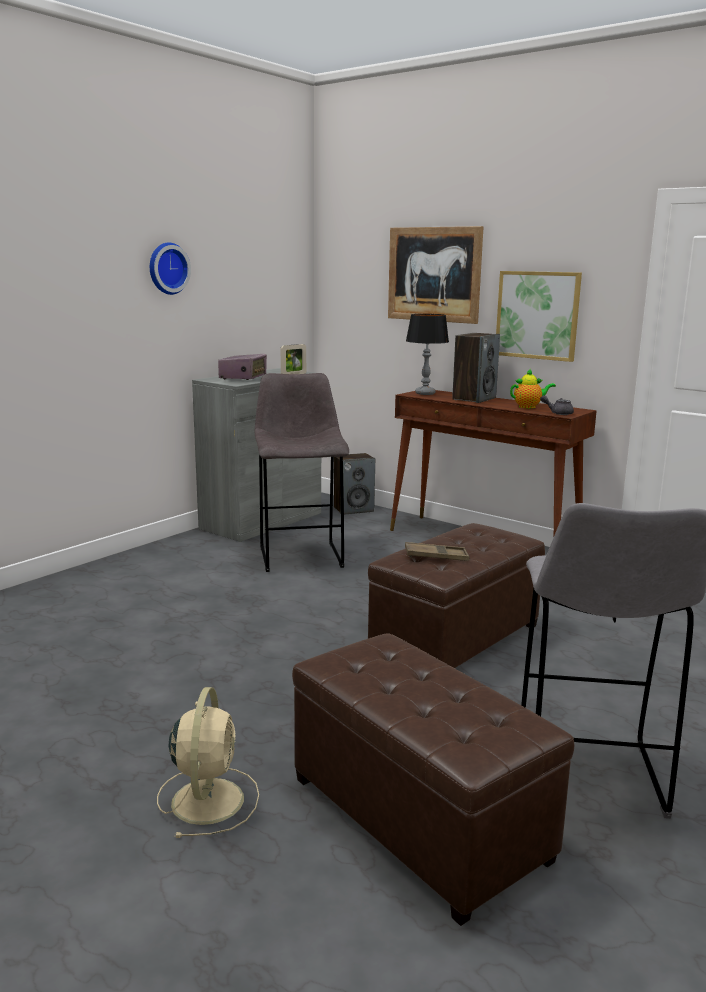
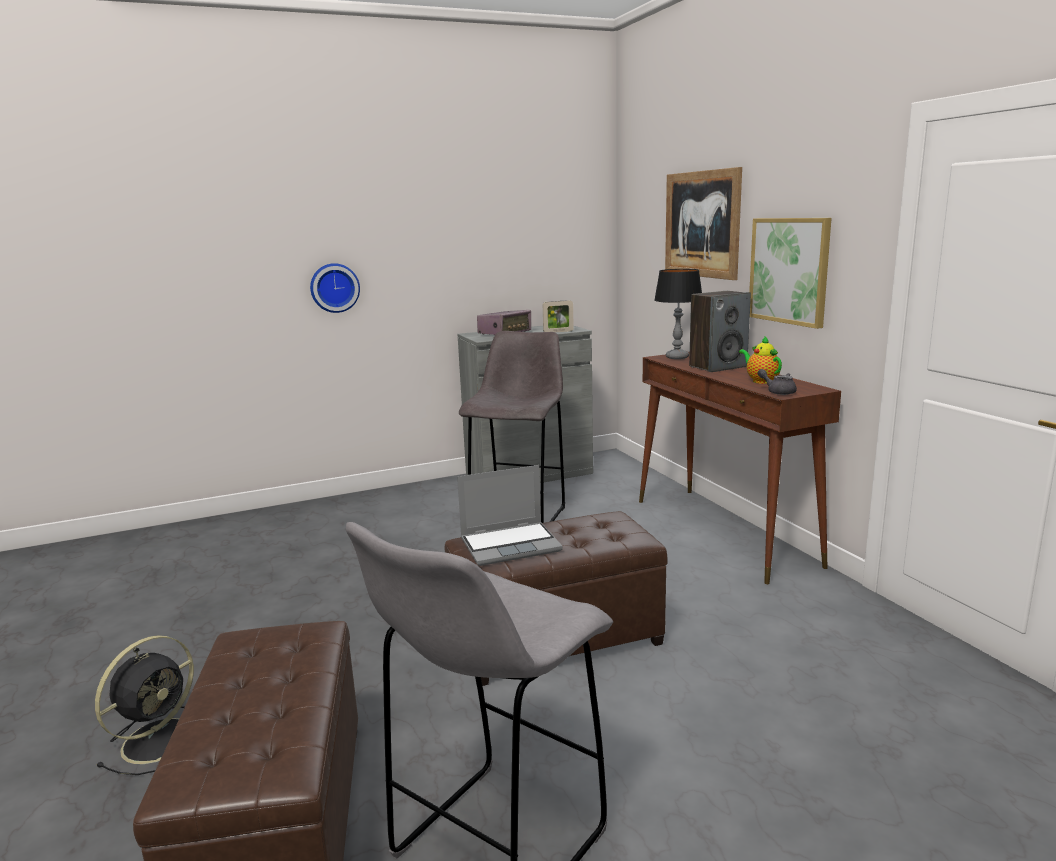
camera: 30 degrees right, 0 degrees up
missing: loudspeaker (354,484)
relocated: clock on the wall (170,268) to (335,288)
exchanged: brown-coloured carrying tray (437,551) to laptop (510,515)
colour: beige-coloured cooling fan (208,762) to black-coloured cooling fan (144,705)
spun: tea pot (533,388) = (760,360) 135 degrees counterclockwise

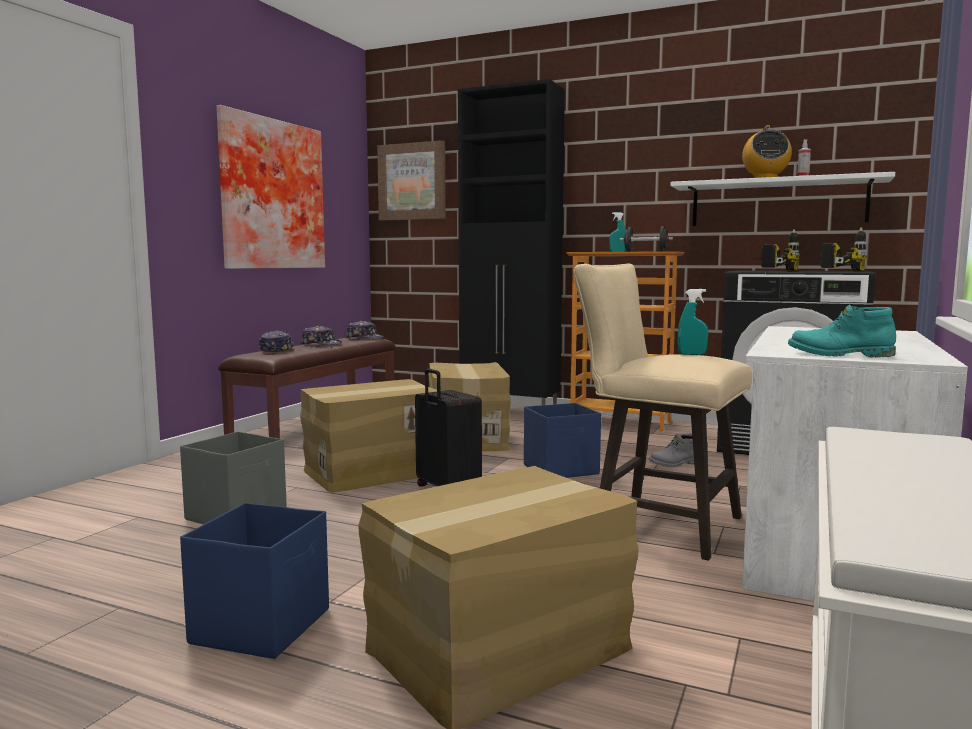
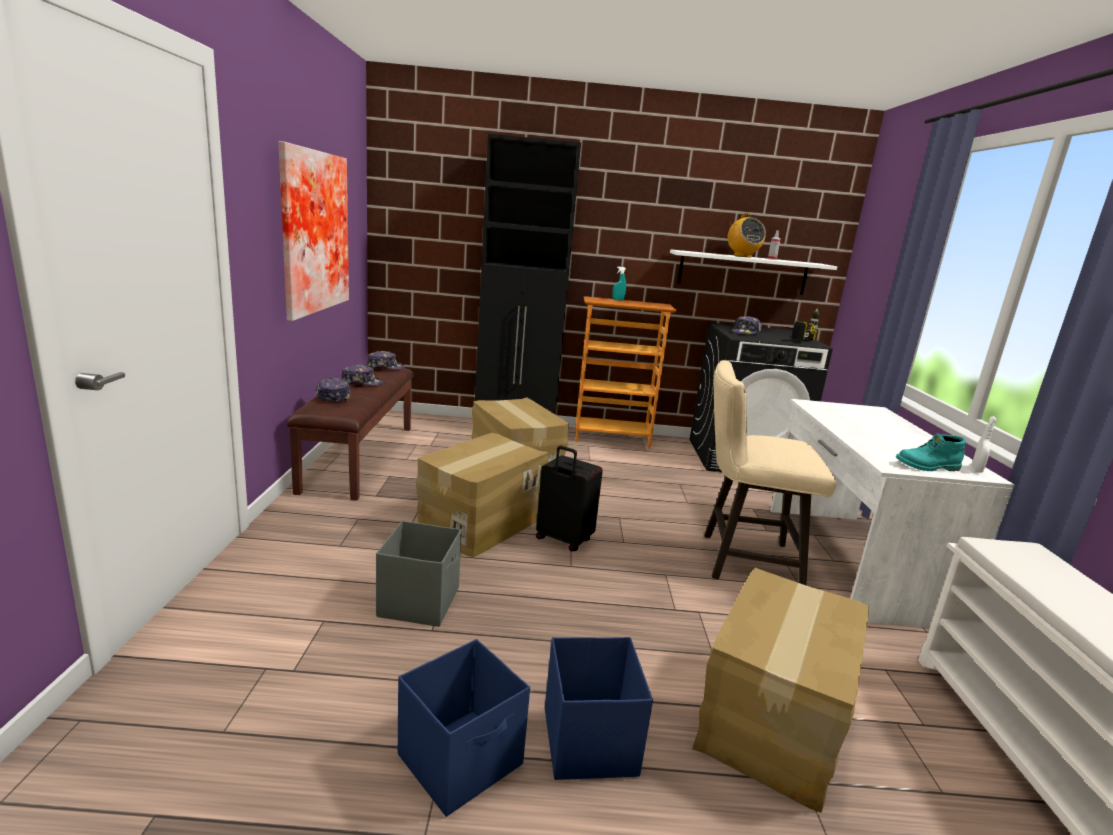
camera: 25 degrees left, 10 degrees up
missing: picture (411,180); black-coloured free weight (646,239); gray tall boot (671,450); blue-green hand sprayer (693,322)
appeared: whitish hand sprayer (984,444)
relocated: blue storage bin (562,440) to (464,728)
exchanged: drill (780,250) to peaked cap (747,325)

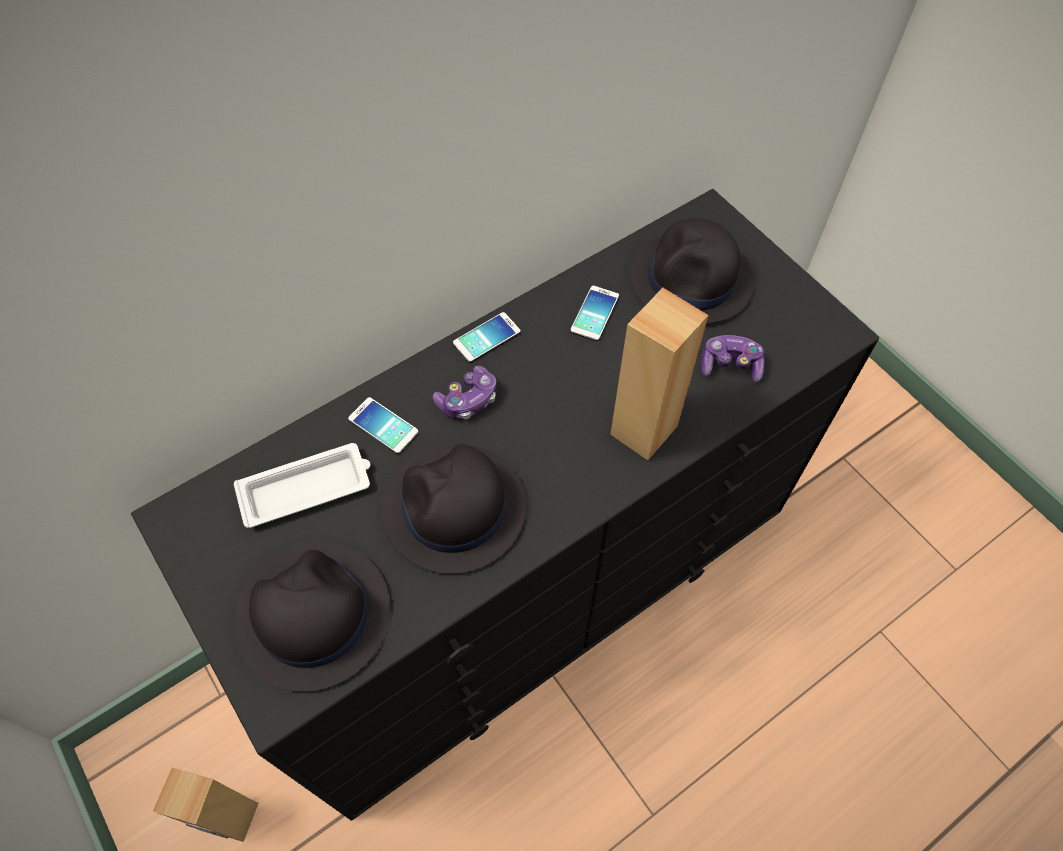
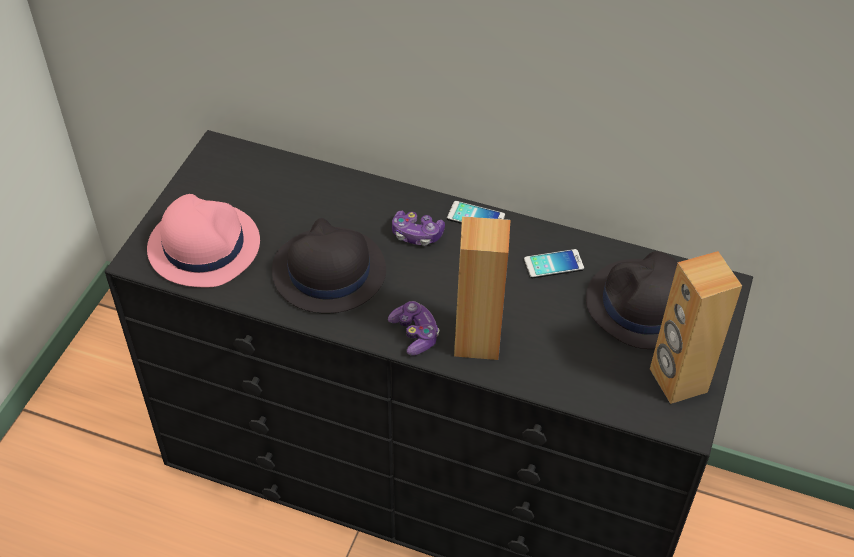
camera: 55 degrees right, 10 degrees down
missing: whitish carrying tray (302,485); handset (383,425)
relocated: brown-coloured loudspeaker (205,804) to (696,327); gamepad (732,358) to (413,328)
colour: black-coloured wearable hat (313,617) to pinkish wearable hat (203,241)

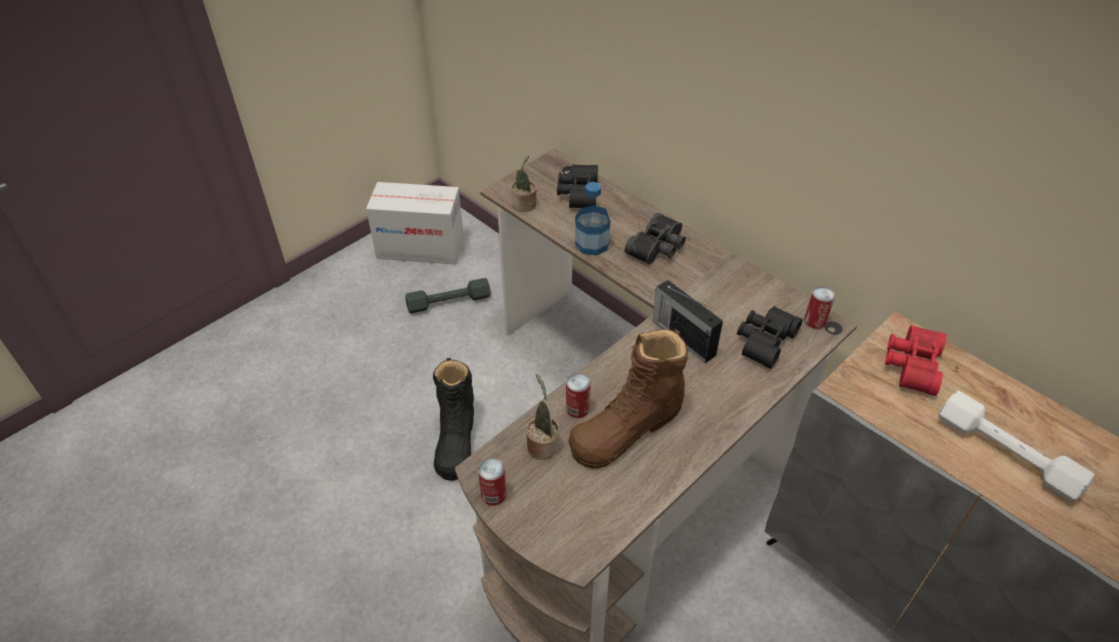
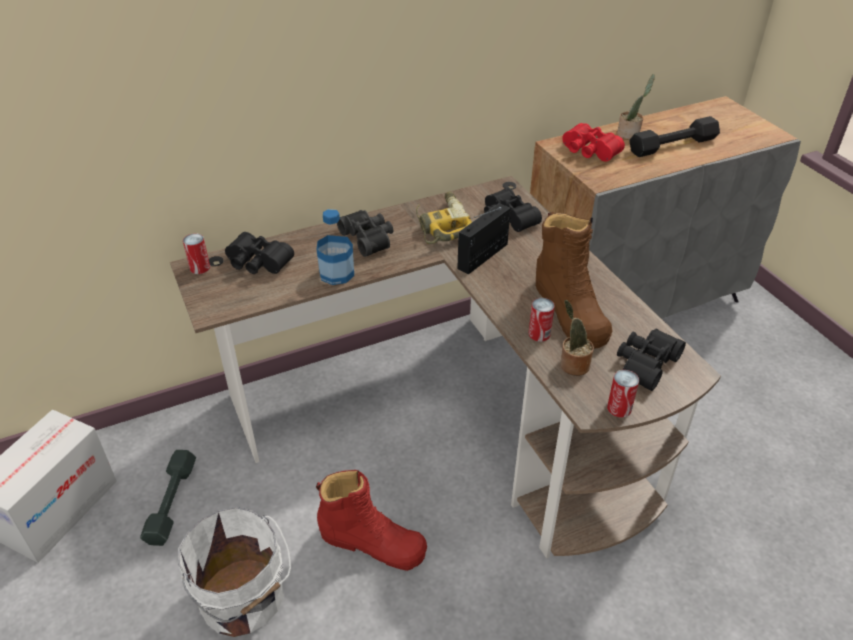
camera: 70 degrees left, 5 degrees down
appeared: whitish water bucket (234,572); drill (444,218); black-coloured field glasses (651,360)
relocated: plant in a pot (524,183) to (636,107); metal can (819,307) to (196,253)
colour: black-coloured tall boot (453,419) to reddish tall boot (371,520); whitish free weight (1016,446) to black-coloured free weight (674,136)
spun: radio receiver (688,321) = (484,239) 150 degrees clockwise

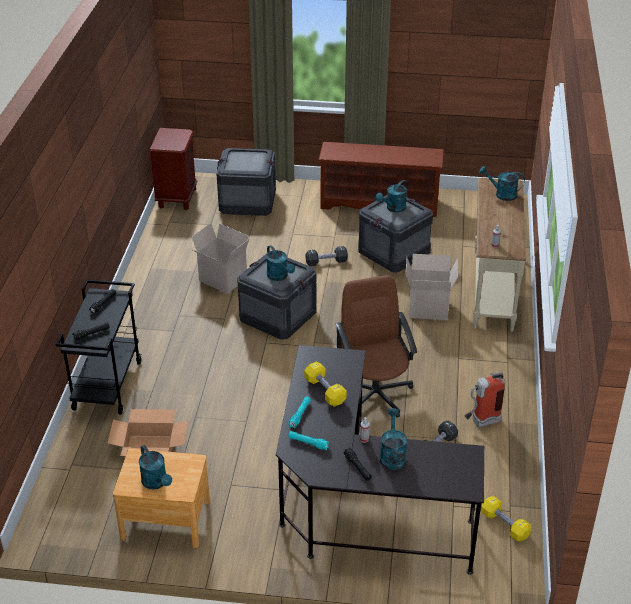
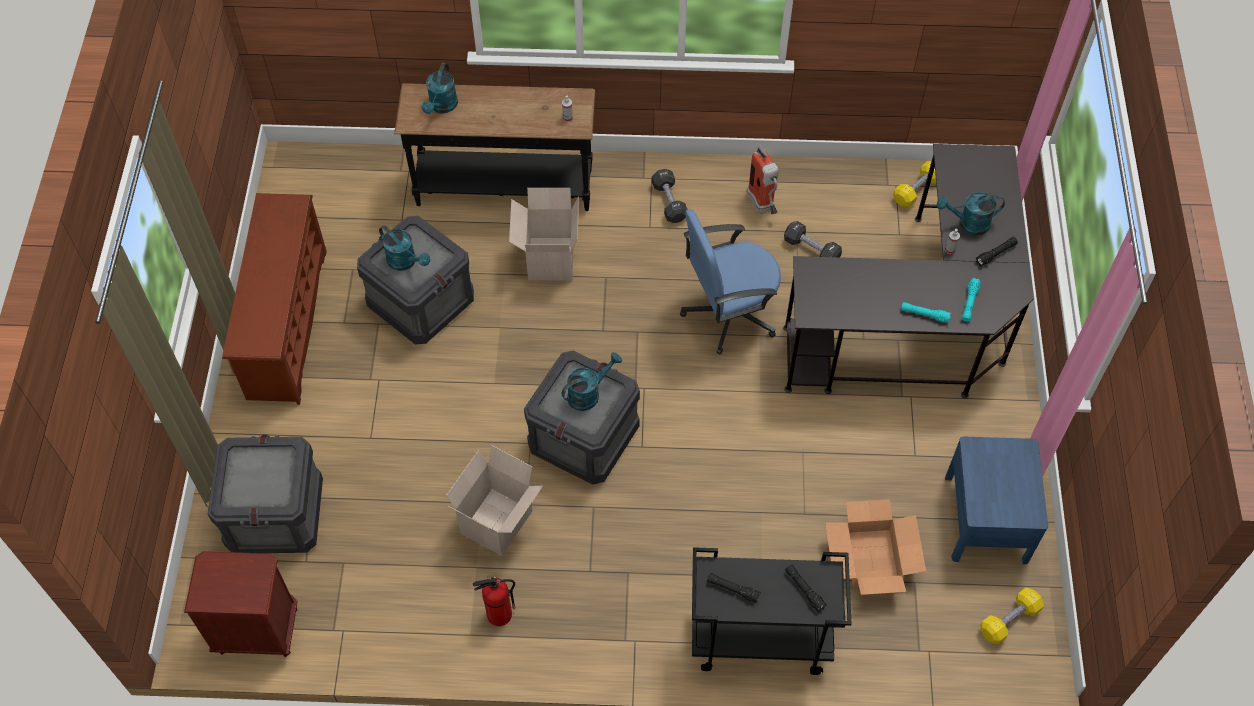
camera: 95 degrees left, 20 degrees up
missing: blue-green sprinkling can (155,467)
appeared: fire-fighting cylinder (494,601)
relocated: yellow-coloured free weight (325,384) to (1012,615); black-coloured free weight (326,256) to (670,196)
colour: brown-coloured nightstand (161,498) to blue nightstand (996,500); brown-coloured desk chair (376,346) to blue desk chair (730,282); beige-coloured hall table (499,255) to black-coloured hall table (494,147)

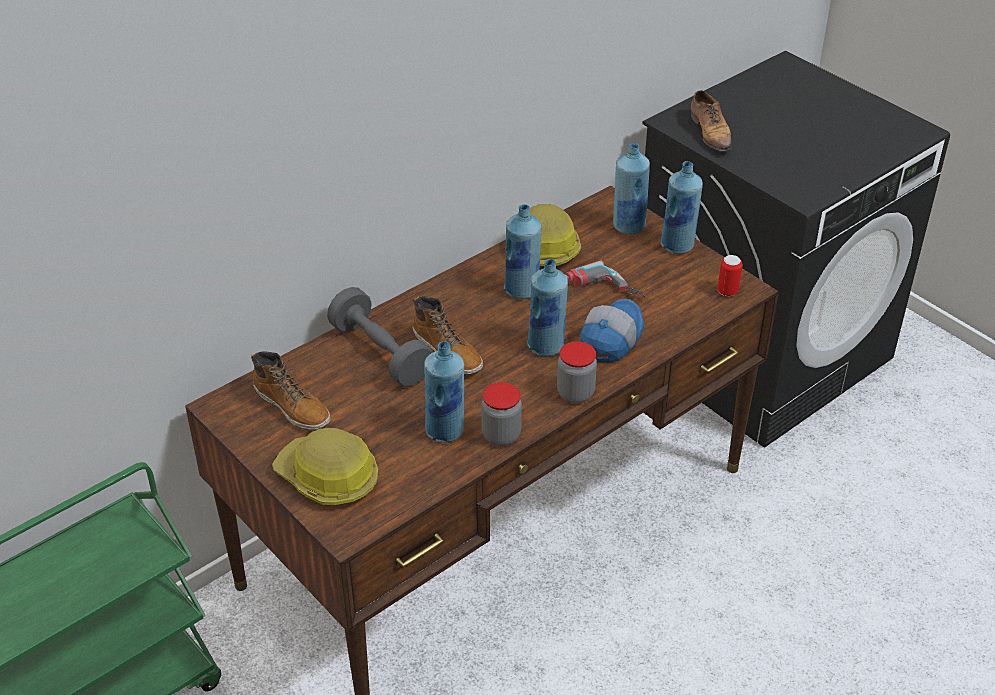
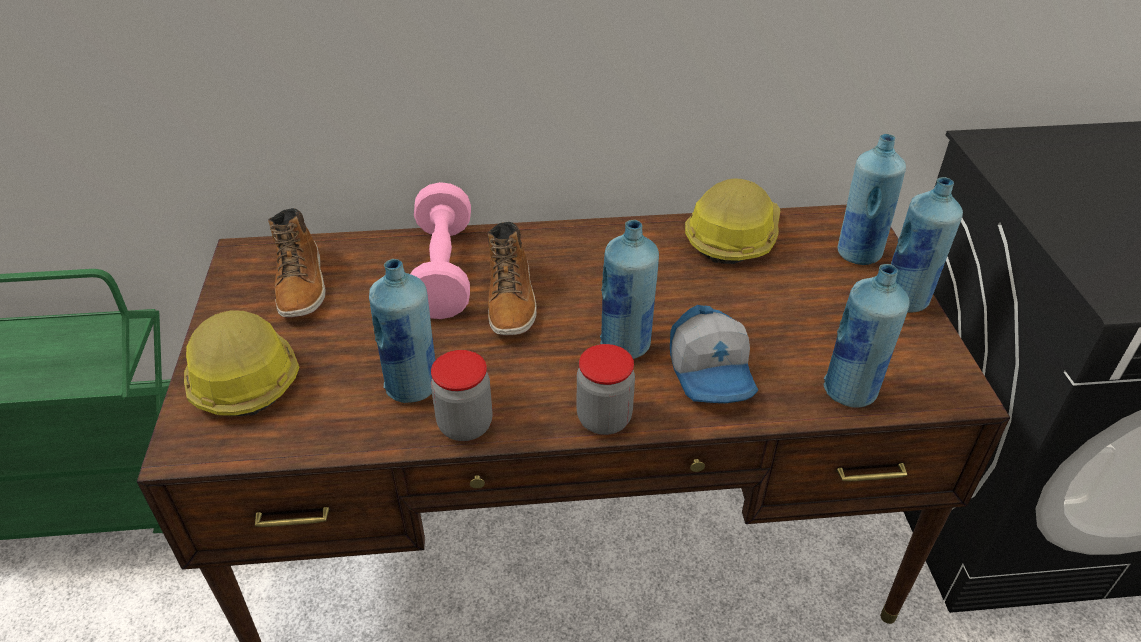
camera: 35 degrees right, 0 degrees up
missing: drill (605,279); low shoe (711,121); metal can (730,275)
relocated: blue beverage bottle (522,251) to (867,336)
colour: gray free weight (380,337) to pinkish free weight (441,250)
spun: peaked cap (612,330) = (714,354) 105 degrees clockwise

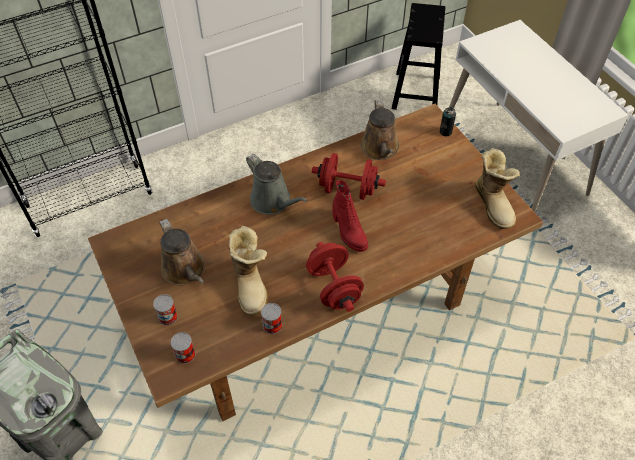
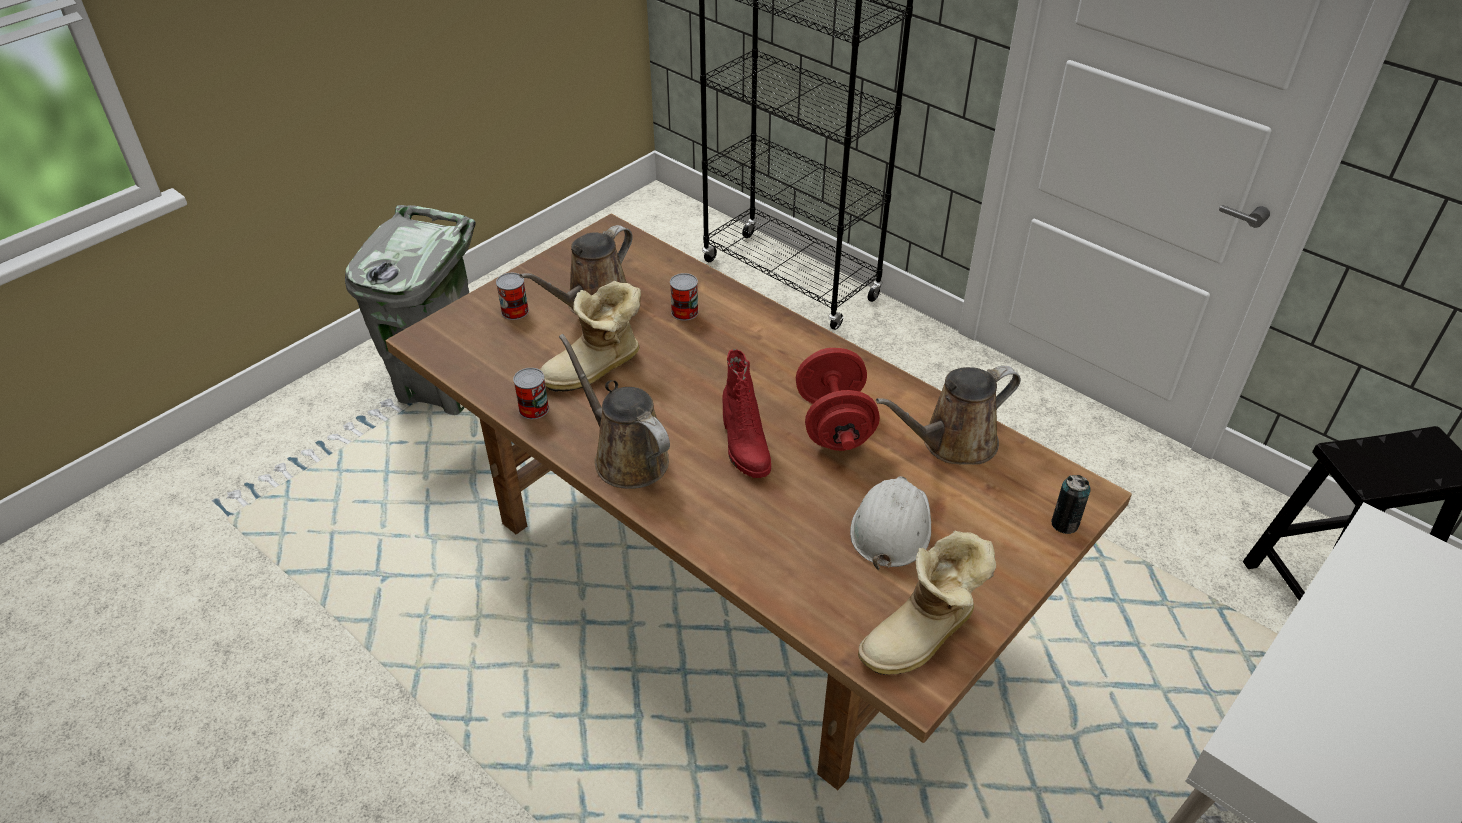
camera: 70 degrees right, 10 degrees down
missing: gray sprinkling can (276,184)
appeared: whitish hard hat (890,523)
relocated: metal can (183,348) to (684,297)
exchanged: reddish free weight (335,277) to brown-coloured sprinkling can (614,411)
spun: reddish tall boot (350,216) = (746,413) 60 degrees counterclockwise

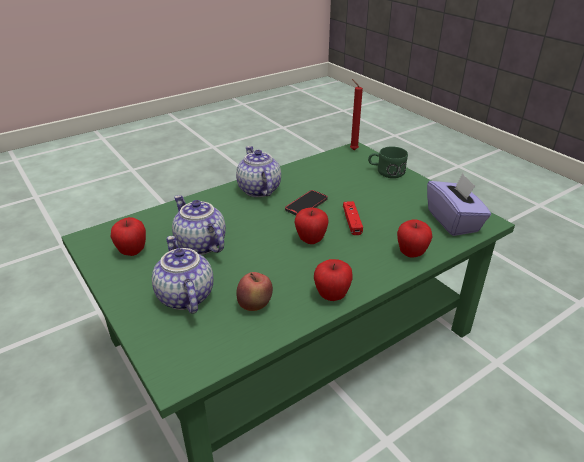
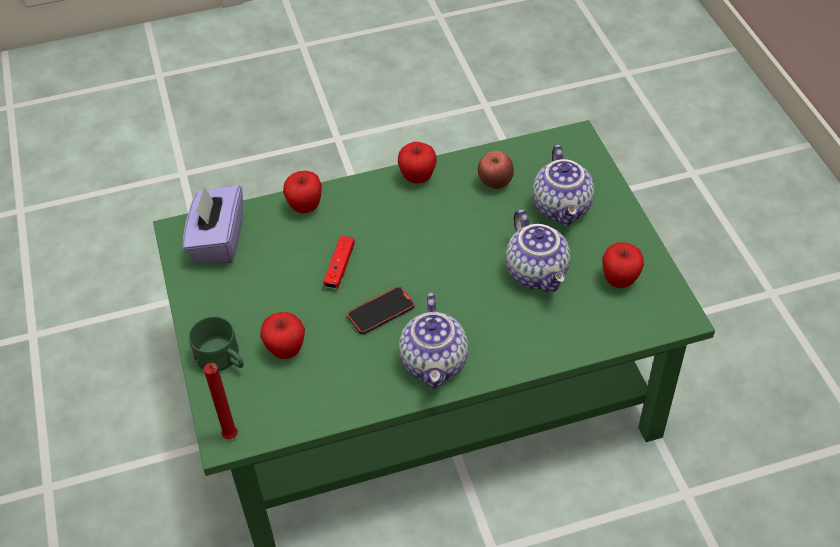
camera: 160 degrees left, 15 degrees up
relocated: whole apple (311,226) to (282,335)

